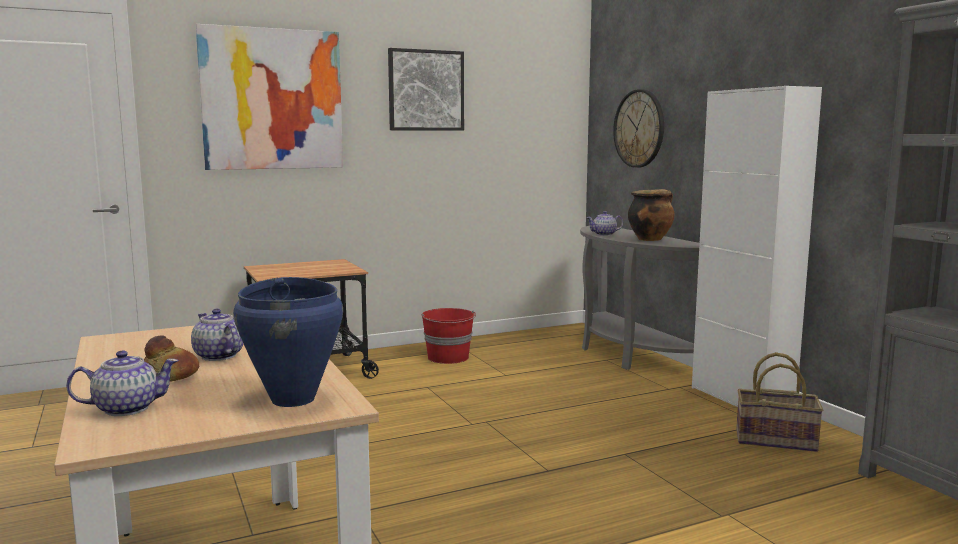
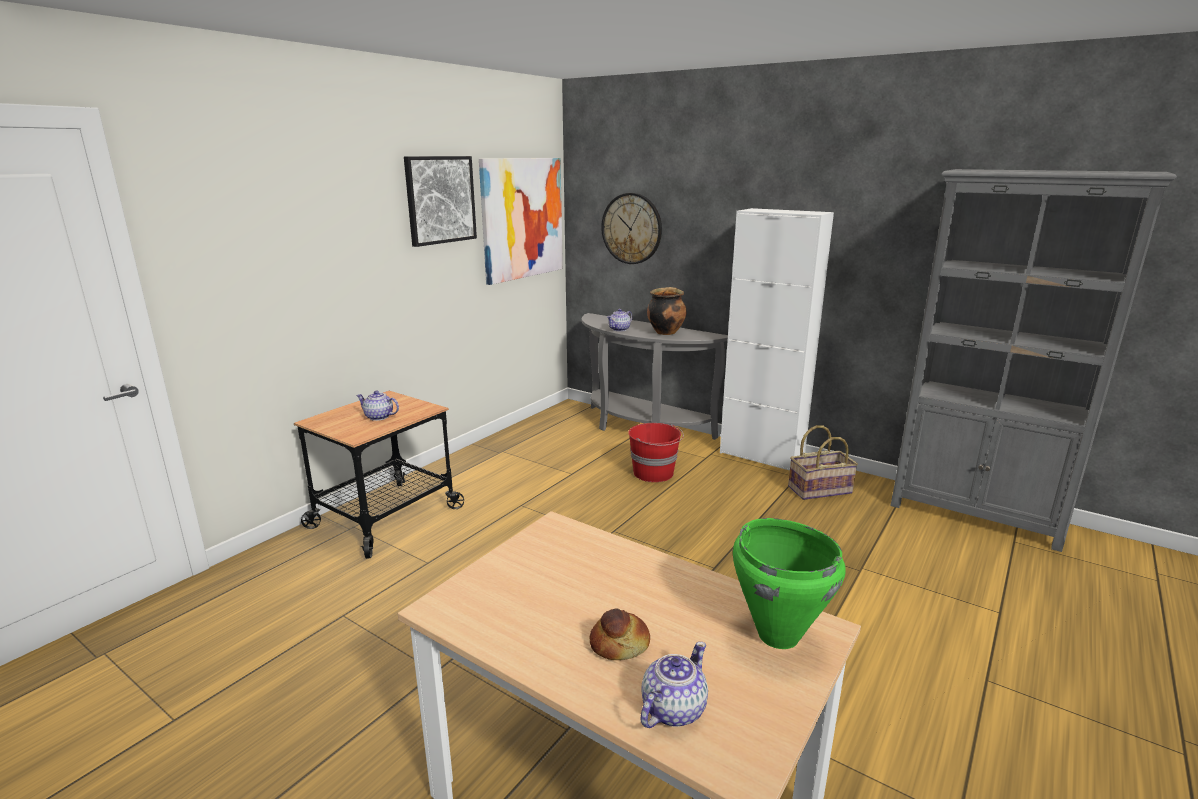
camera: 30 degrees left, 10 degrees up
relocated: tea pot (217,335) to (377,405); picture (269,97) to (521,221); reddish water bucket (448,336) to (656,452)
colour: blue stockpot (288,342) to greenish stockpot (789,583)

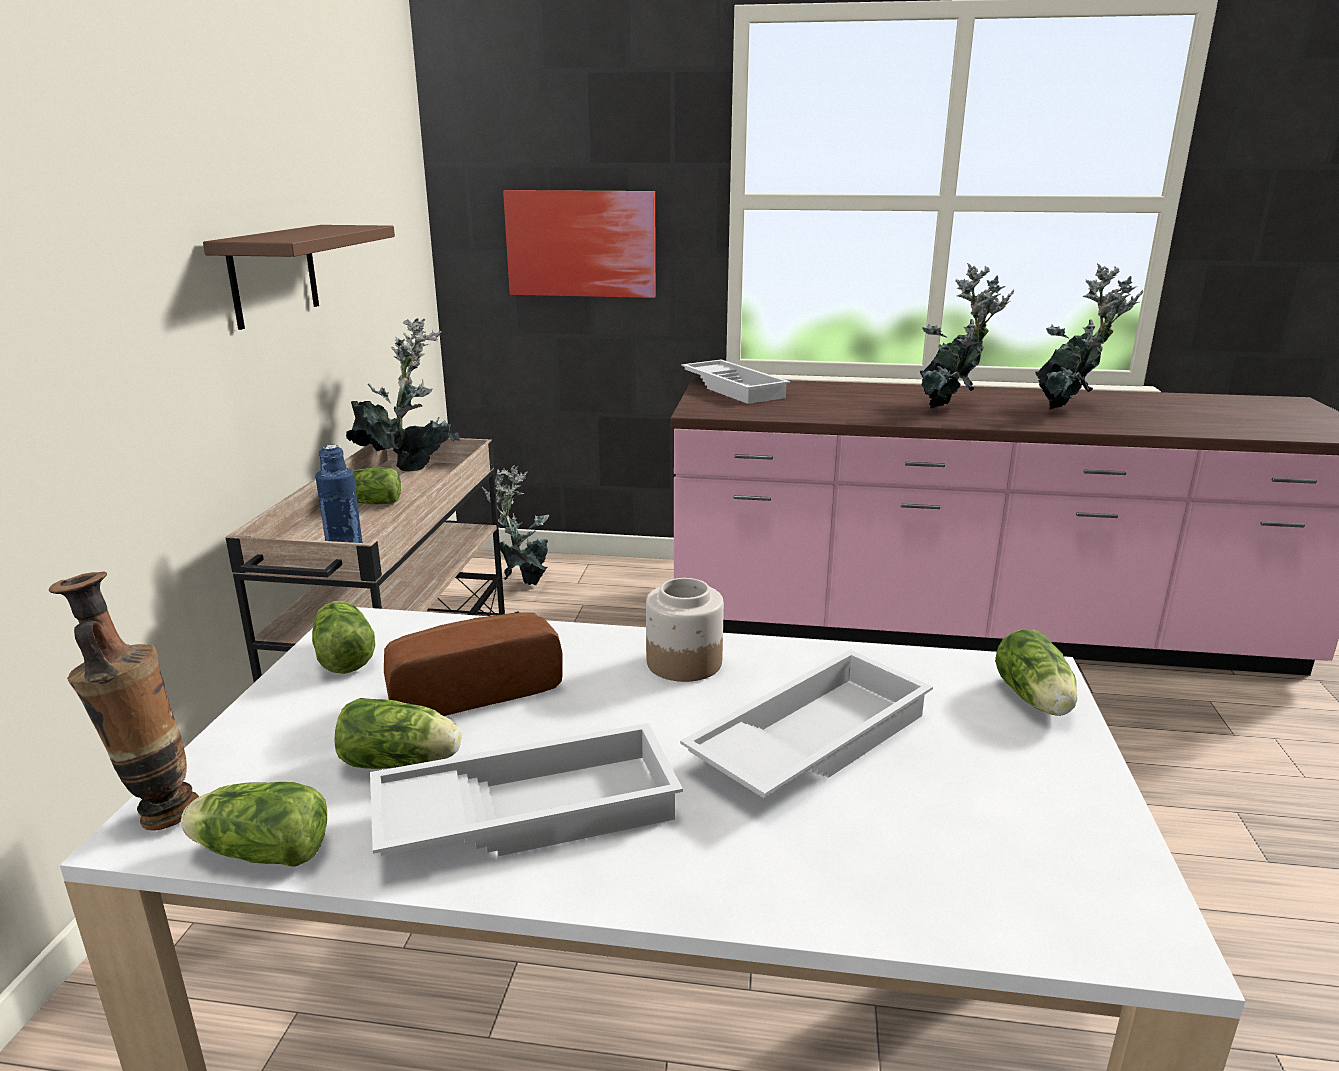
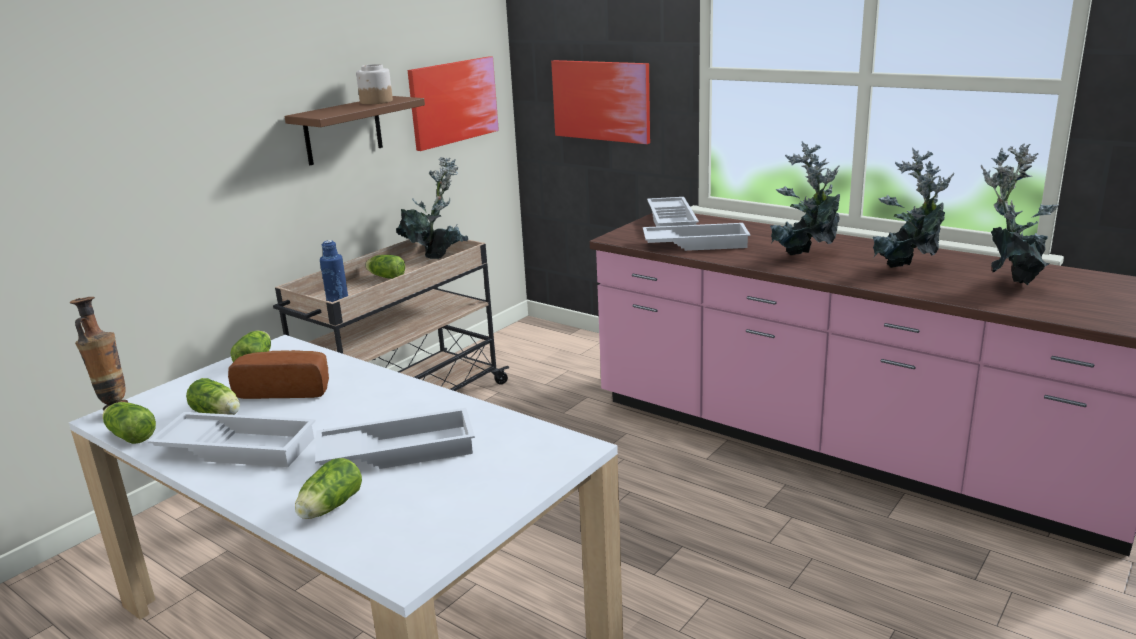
camera: 30 degrees right, 0 degrees up
appeared: picture (453,103); whitish carrying tray (697,237)
relocated: plant in a pot (515,525) to (1020,214); storage jar (685,630) to (374,84); lettuce (1036,673) to (328,488)

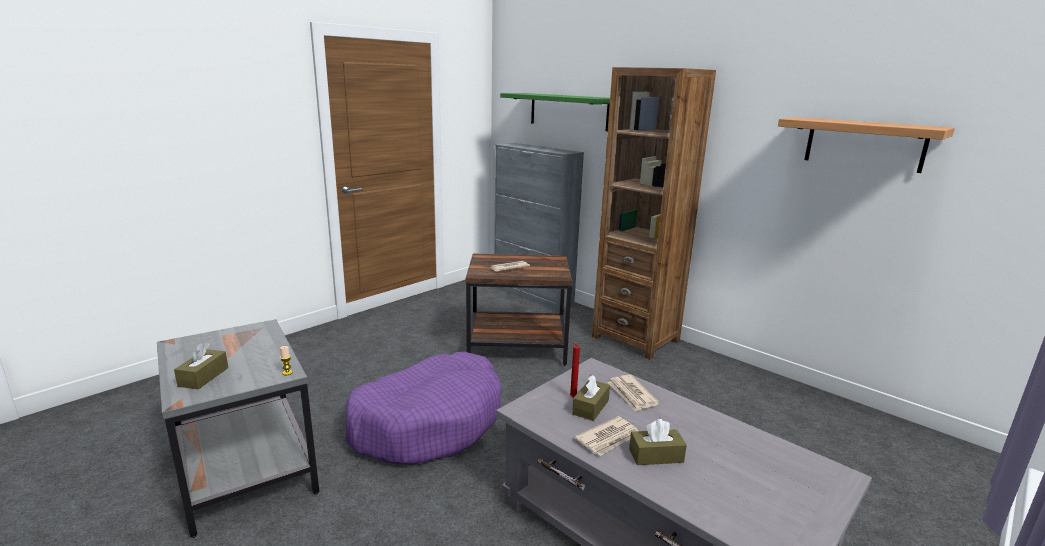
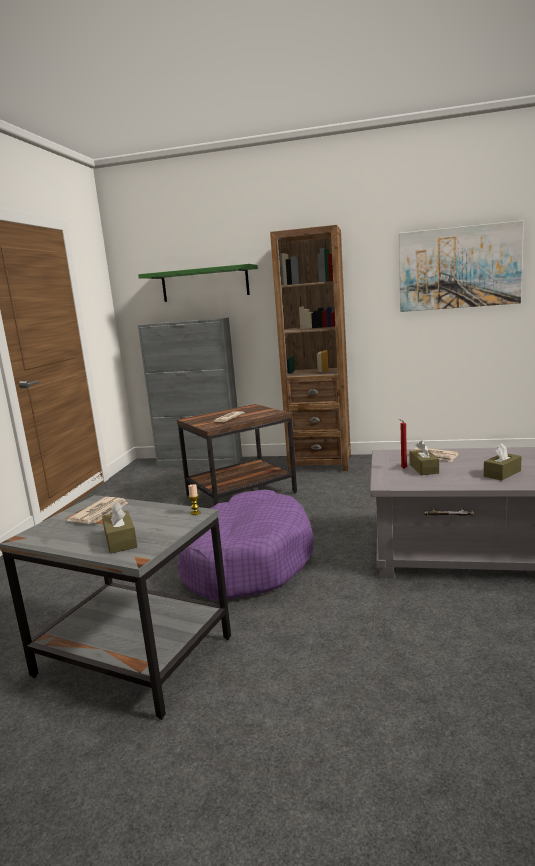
camera: 30 degrees left, 5 degrees down
relocated: printed paper (606,436) to (97,510)
exchanged: wall shelf (866,145) to picture (461,266)

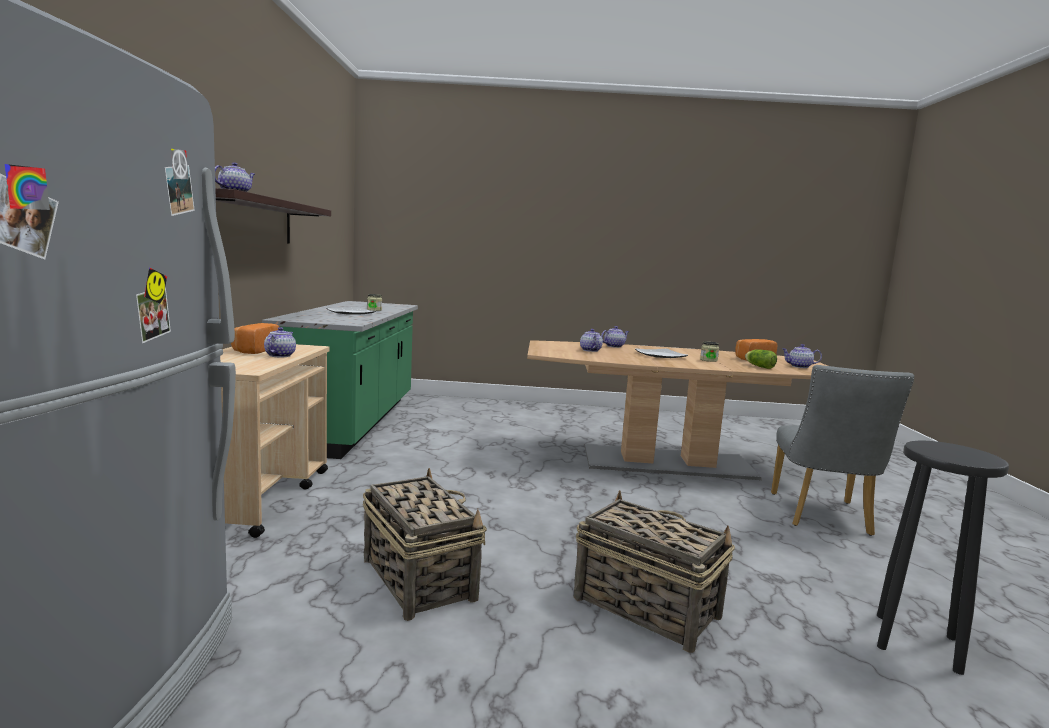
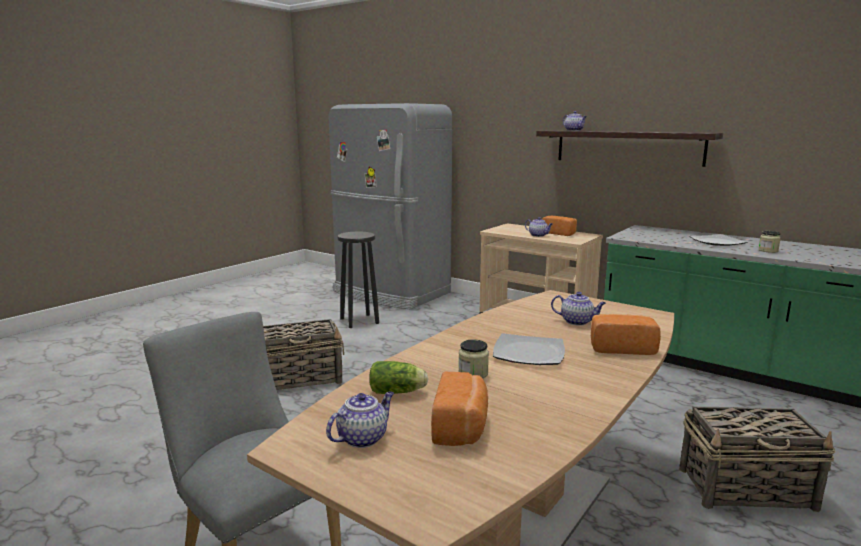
camera: 125 degrees right, 5 degrees up
relocated: household basket (425,544) to (757,459); black-coloured stool (943,557) to (358,280)
exchanged: tea pot (615,337) to baked bread (626,334)

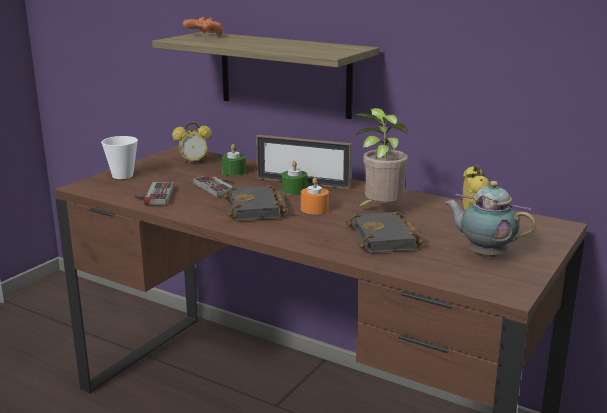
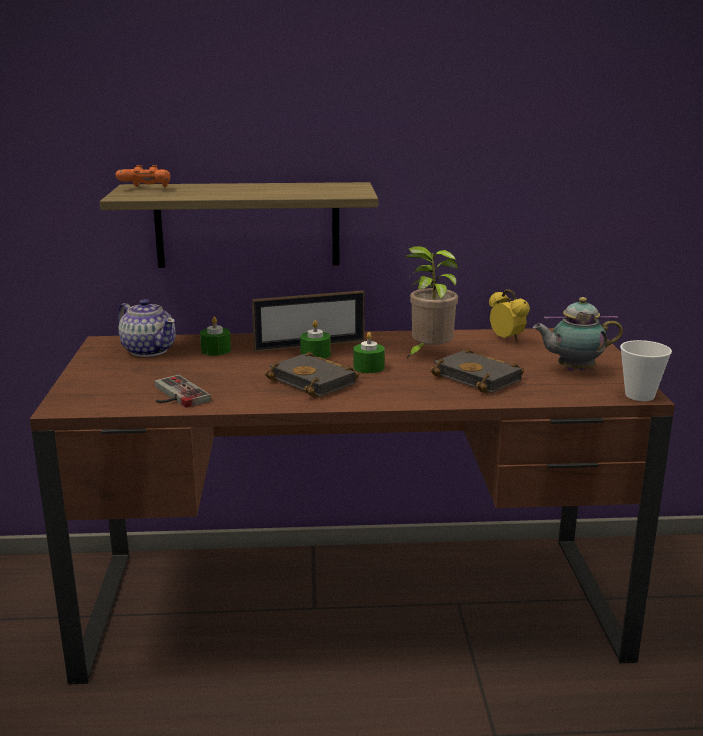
camera: 35 degrees left, 0 degrees up
missing: gamepad (213,186)
relocated: small cup (119,157) to (646,370)
exchanged: table clock (192,143) to tea pot (147,328)
colour: orange wax candle (315,195) to greenish wax candle (369,352)

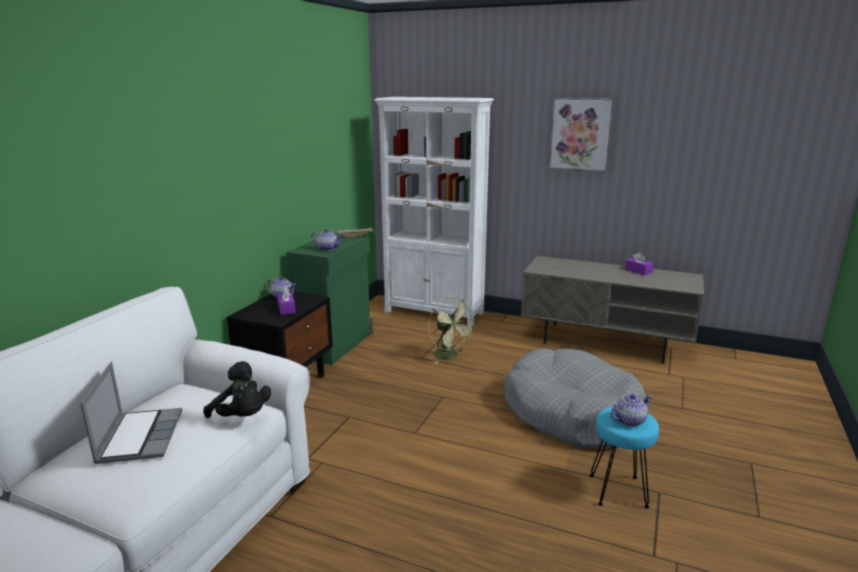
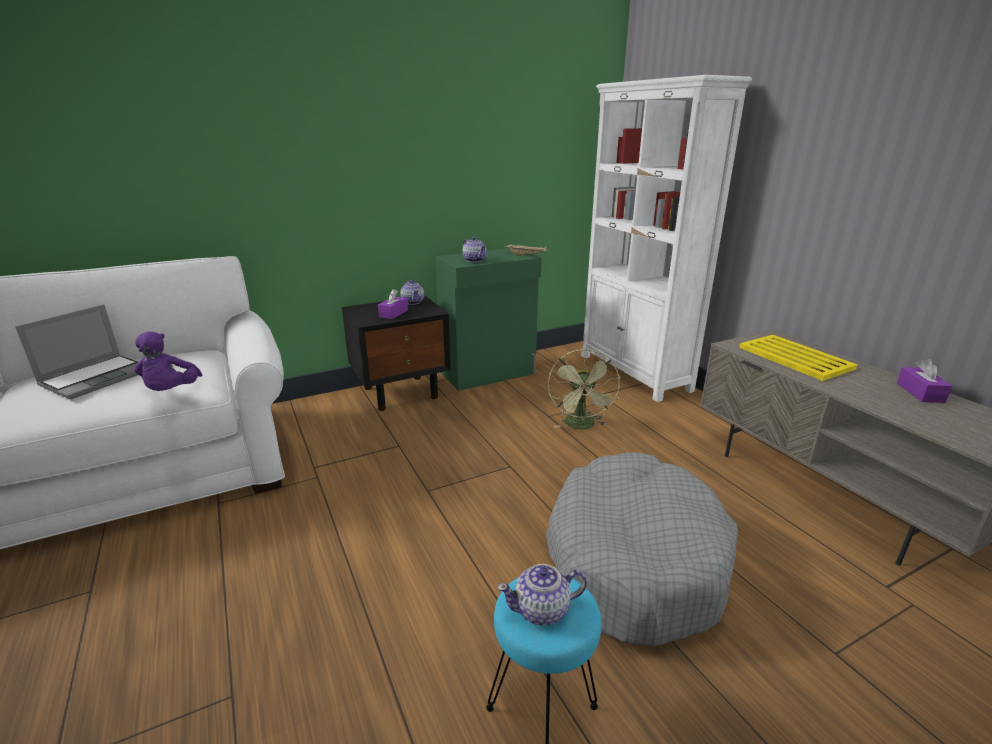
camera: 40 degrees right, 5 degrees up
missing: picture (581,135)
appeared: yellow-coloured carrying tray (798,358)
colour: black-coloured cuddly toy (237,389) to purplish cuddly toy (168,361)
spun: tea pot (631,410) = (542,594) 150 degrees clockwise

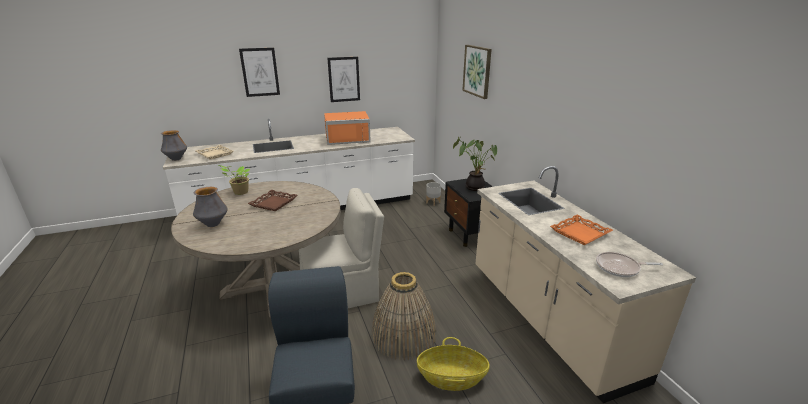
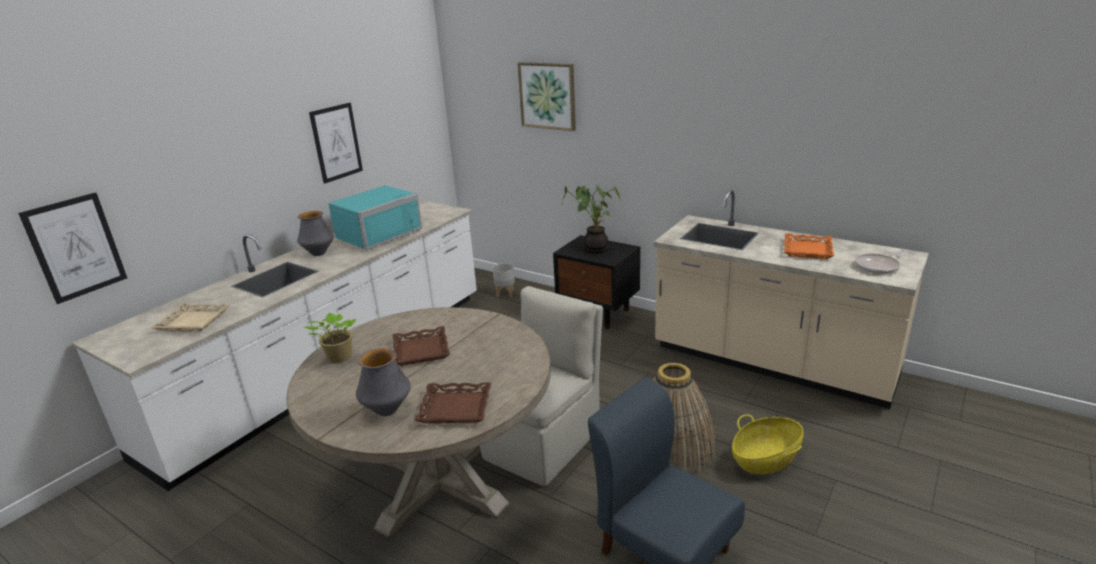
camera: 35 degrees left, 0 degrees up
appeared: brown-coloured carrying tray (452,402)
relocated: decorative vase (174,145) to (315,233); picture (259,72) to (72,248)
colour: orange microwave oven (347,128) to blue-green microwave oven (375,217)

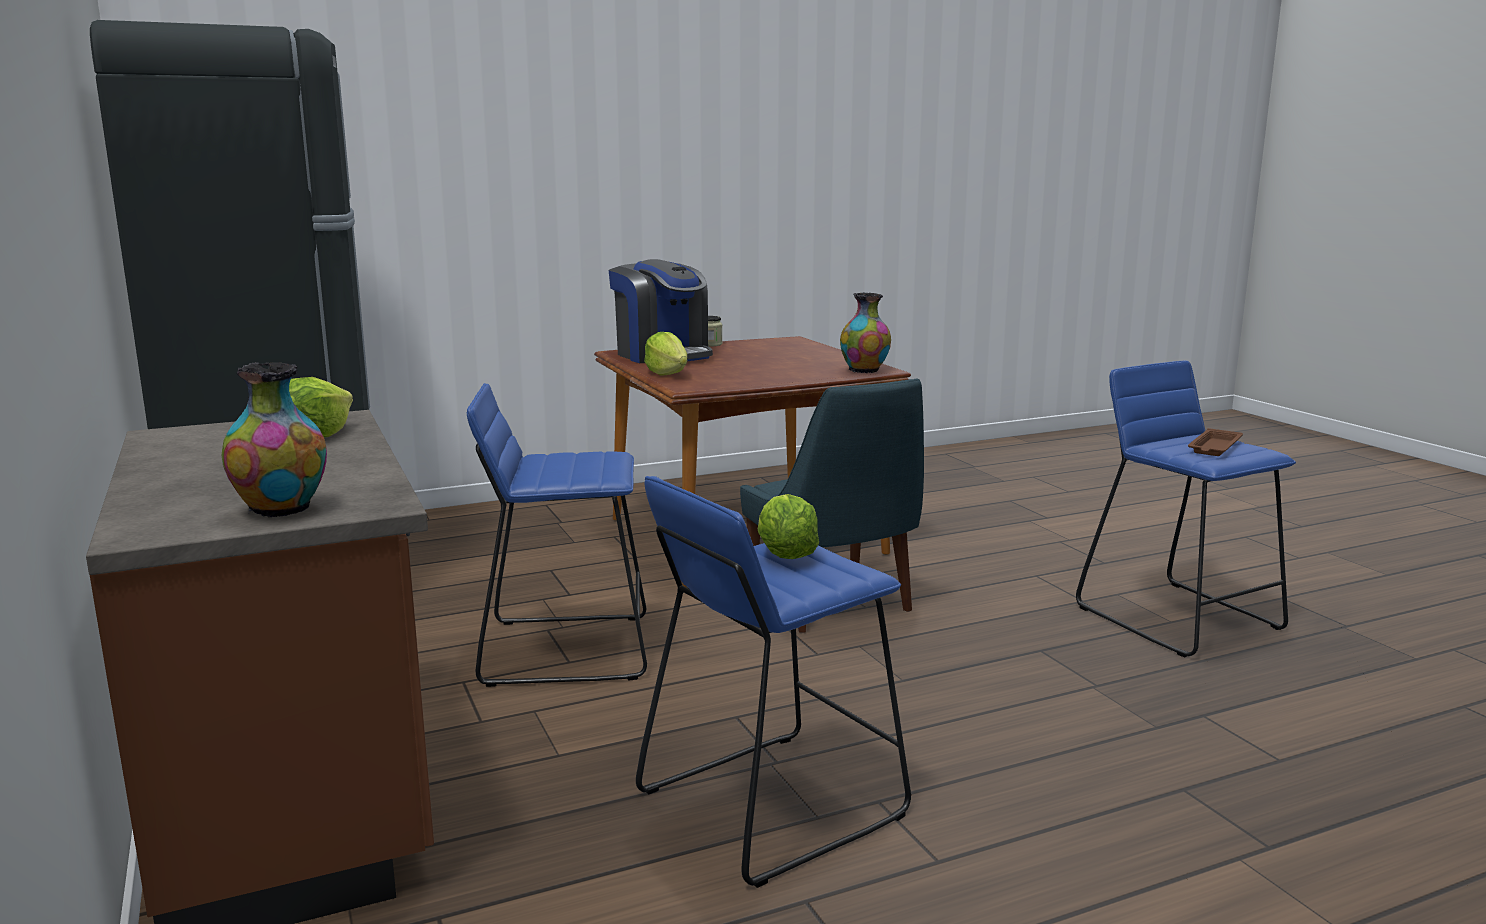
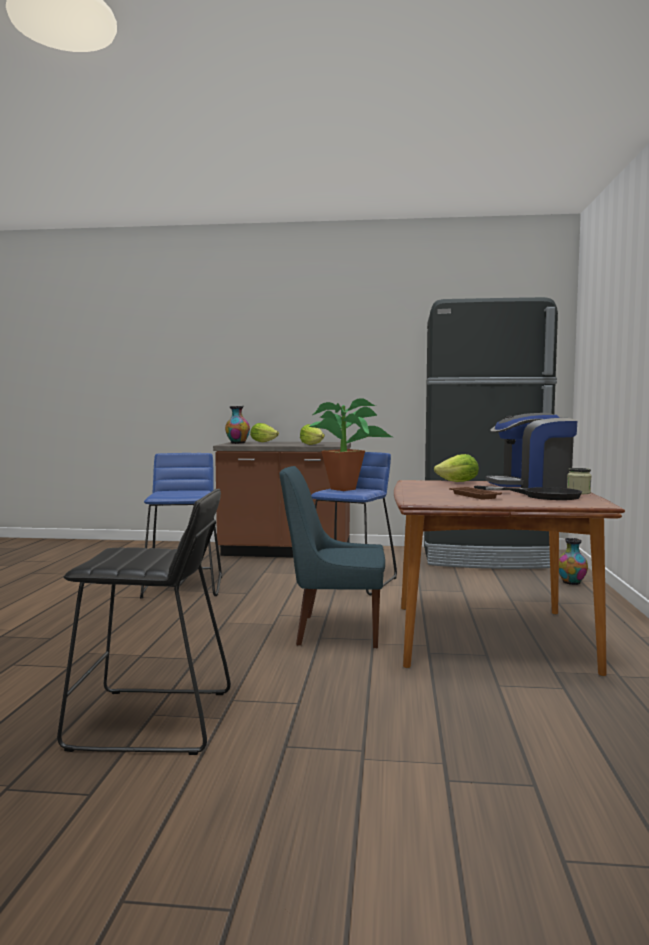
camera: 120 degrees right, 10 degrees down
appeared: plant in a pot (350,444); black-coloured frying pan (528,493)
relocated: lettuce (788,526) to (264,432); decorative vase (865,332) to (573,561); brown-coloured carrying tray (1215,442) to (475,493)
colour: blue stool (1186,509) to black-coloured stool (144,622)

